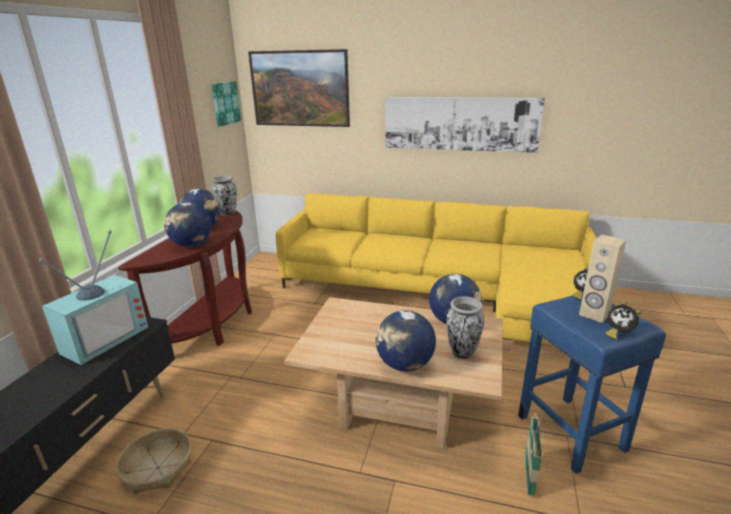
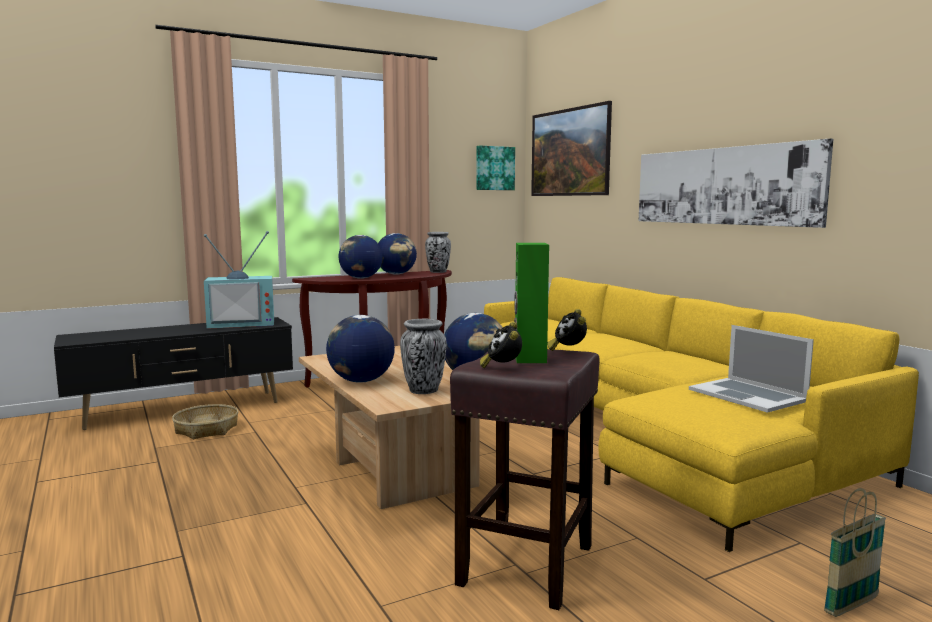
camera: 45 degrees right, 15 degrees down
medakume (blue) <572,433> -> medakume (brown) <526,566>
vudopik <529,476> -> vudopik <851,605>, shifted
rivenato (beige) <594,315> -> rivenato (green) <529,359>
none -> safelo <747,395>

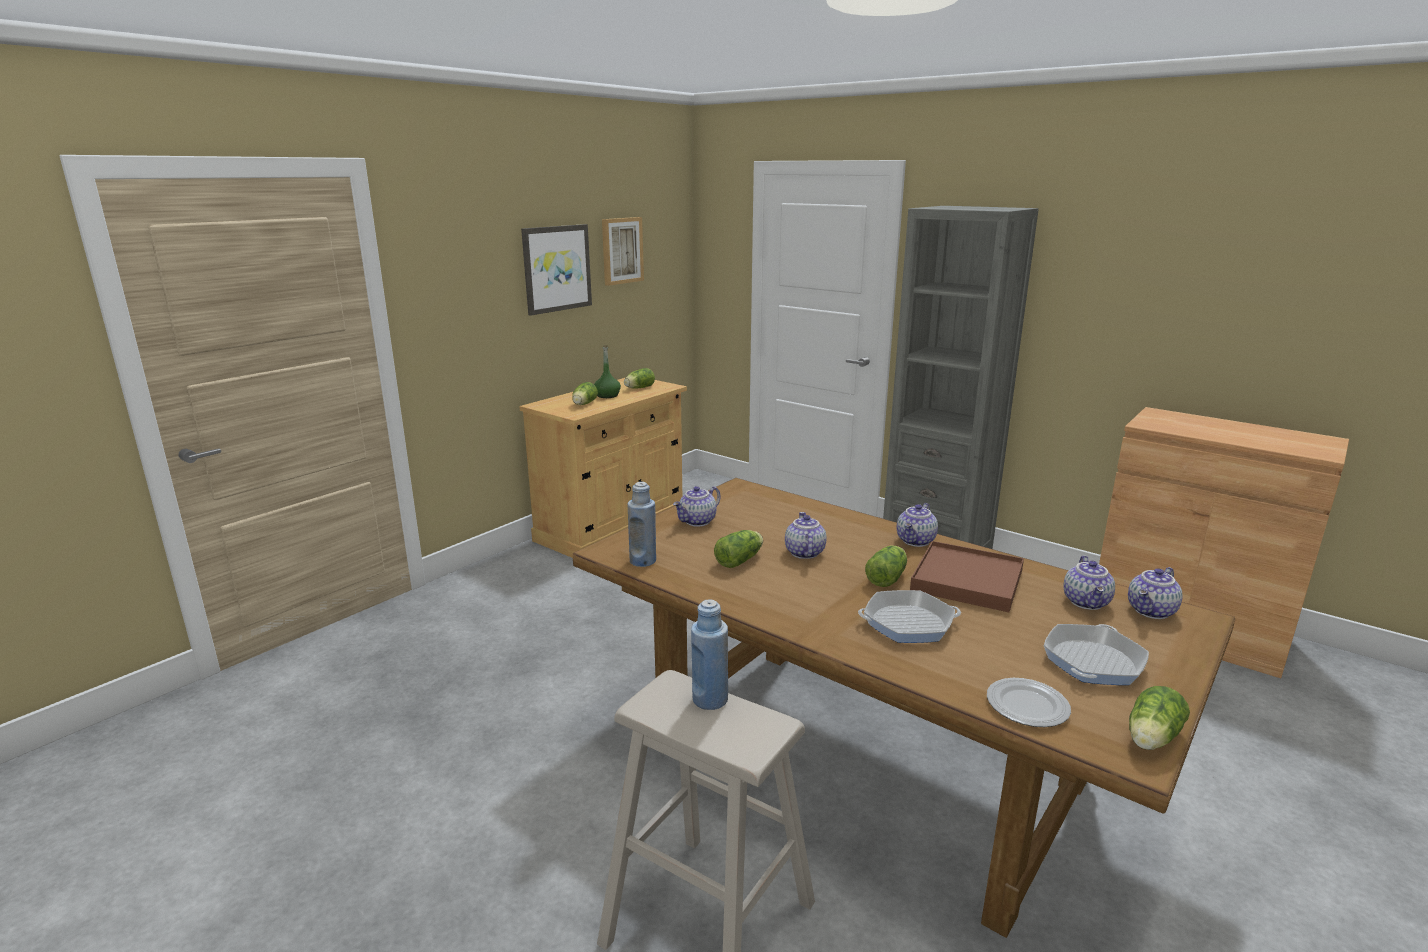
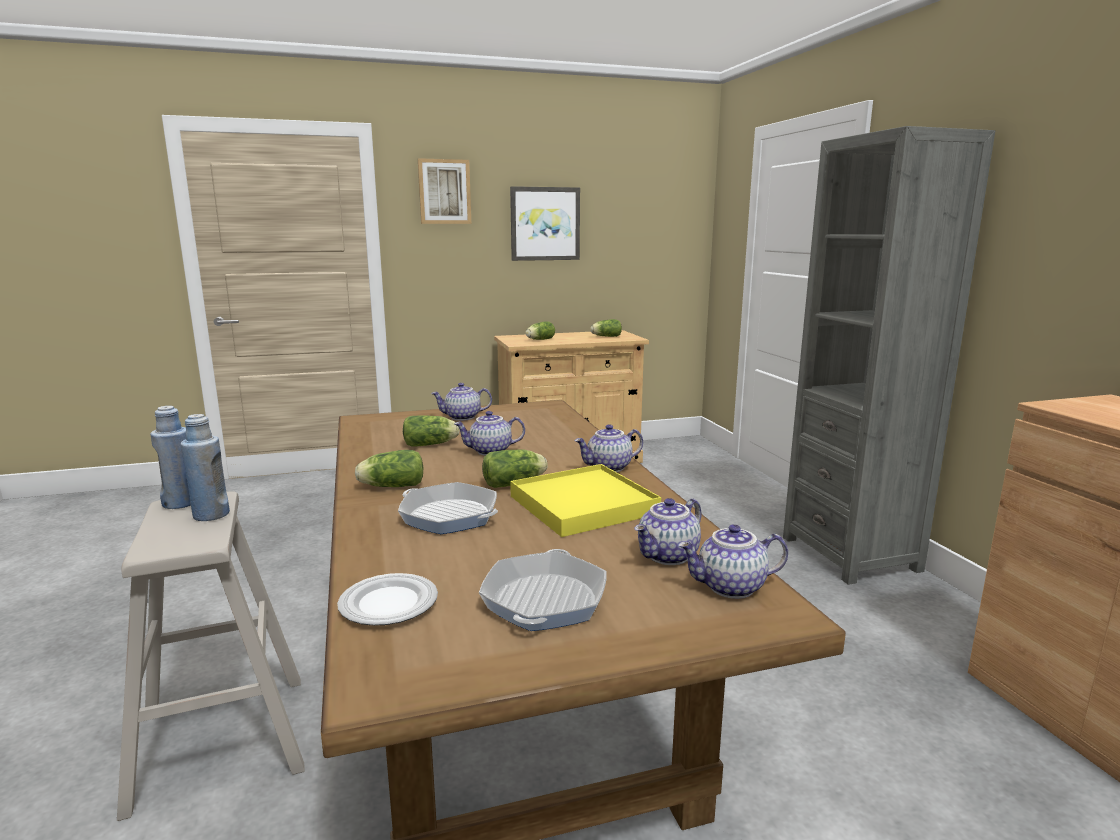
camera: 35 degrees right, 5 degrees down
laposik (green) <607,395> -> none
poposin <621,250> -> poposin <444,192>, shifted
laposik (blue) <643,561> -> laposik (blue) <180,503>, shifted
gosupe <803,552> -> gosupe <490,451>, 135 degrees counterclockwise
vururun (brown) <967,580> -> vururun (yellow) <583,505>
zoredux <1093,662> -> zoredux <544,600>, 60 degrees counterclockwise
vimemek <1151,739> -> vimemek <390,486>, shifted

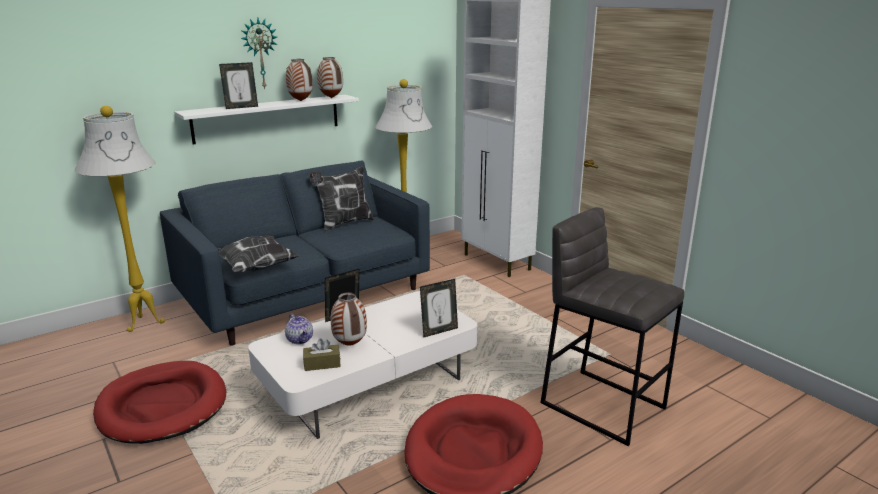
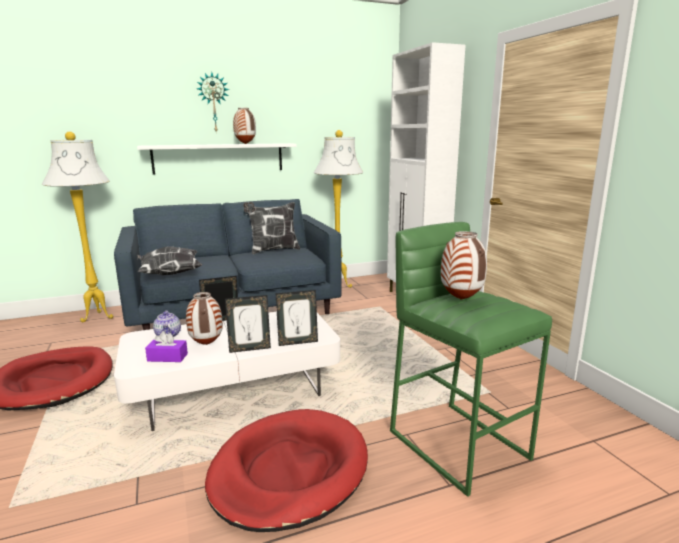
camera: 15 degrees right, 5 degrees down
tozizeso <241,107> -> tozizeso <250,349>, shifted
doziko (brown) <322,364> -> doziko (purple) <167,357>
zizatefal <331,98> -> zizatefal <462,299>, shifted
medakume (grey) <602,404> -> medakume (green) <458,443>

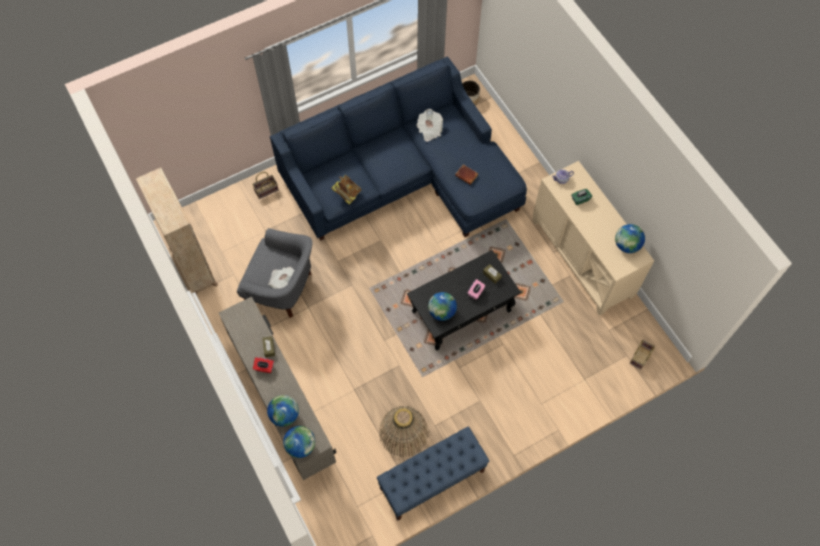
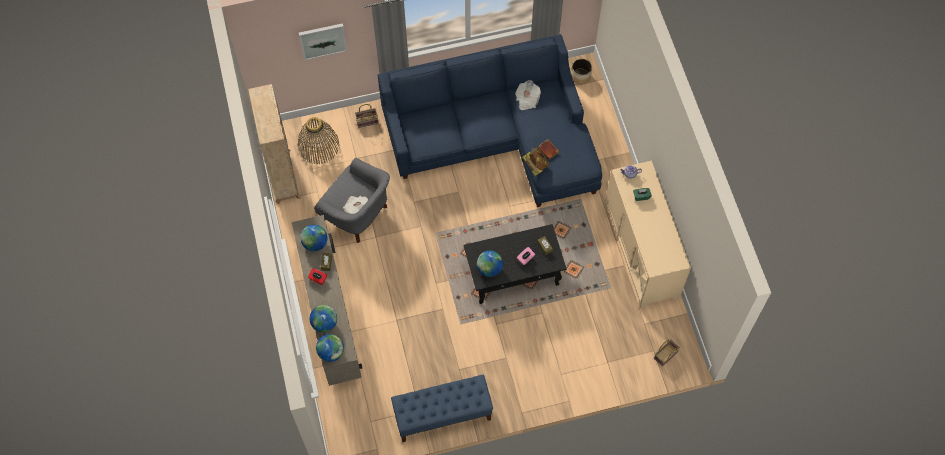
camera: 15 degrees right, 0 degrees up
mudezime <347,194> -> mudezime <535,165>, shifted
vudopik <403,433> -> vudopik <318,146>, shifted
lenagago <627,245> -> lenagago <315,243>, shifted
none -> poposin <323,40>

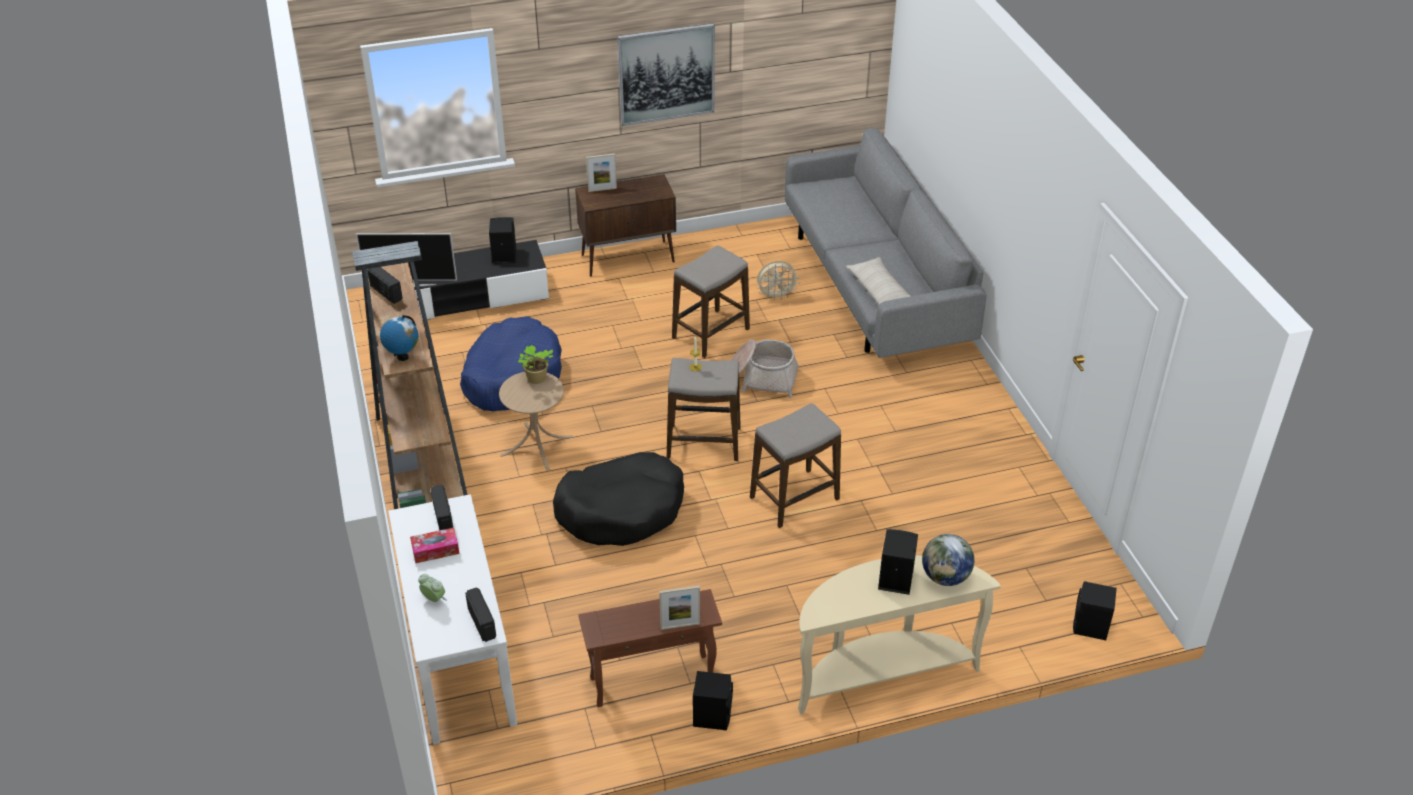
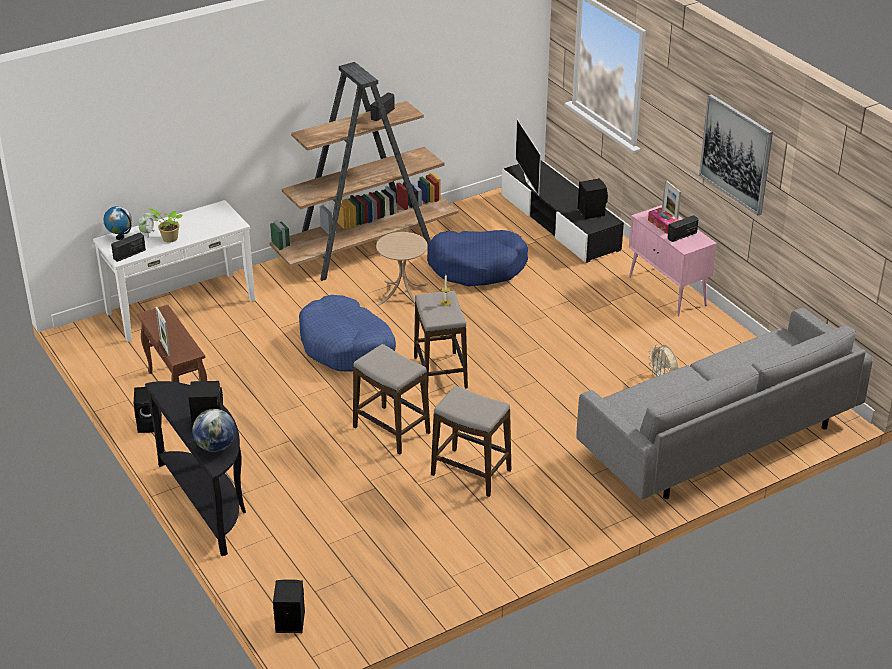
camera: 75 degrees right, 5 degrees down
lenagago <402,357> -> lenagago <120,237>, shifted
doziko <435,550> -> doziko <663,224>, shifted
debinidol <443,518> -> debinidol <682,236>, shifted
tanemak <536,379> -> tanemak <169,238>, shifted
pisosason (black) <621,510> -> pisosason (blue) <346,346>
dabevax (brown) <629,258> -> dabevax (pink) <667,291>
medakume <711,334> -> medakume <471,473>, shifted
vudopik <761,378> -> none
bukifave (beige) <881,672> -> bukifave (black) <209,502>
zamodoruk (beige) <880,291> -> none

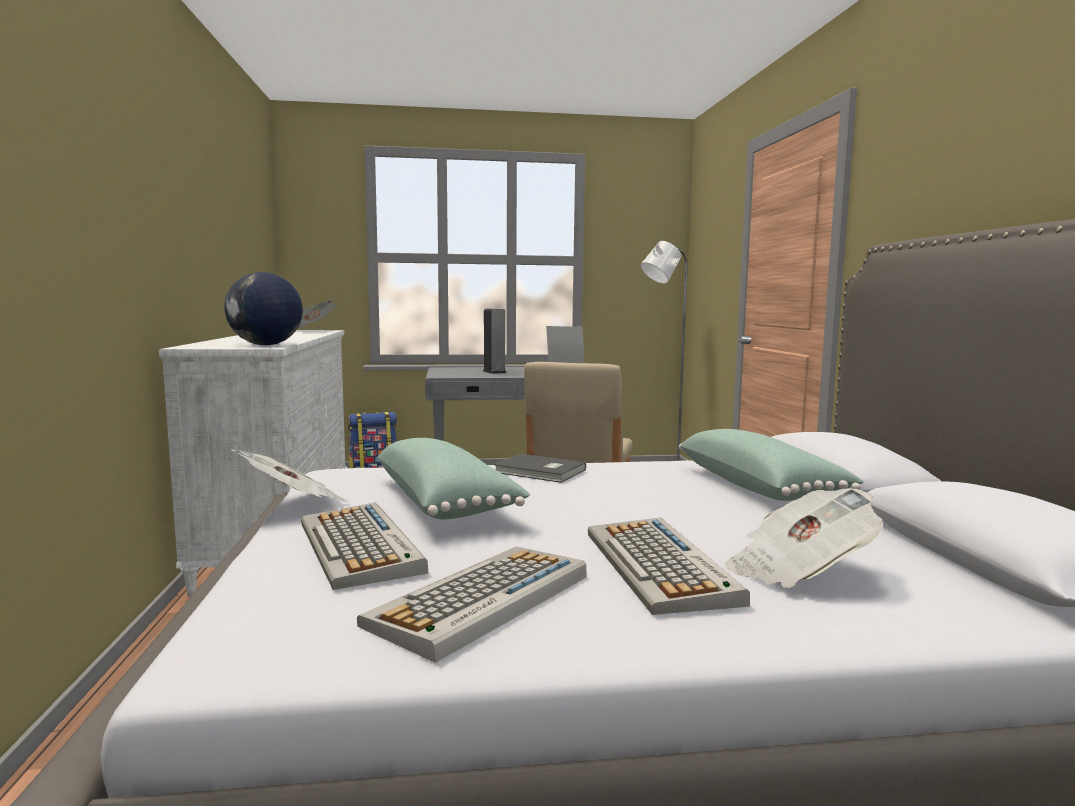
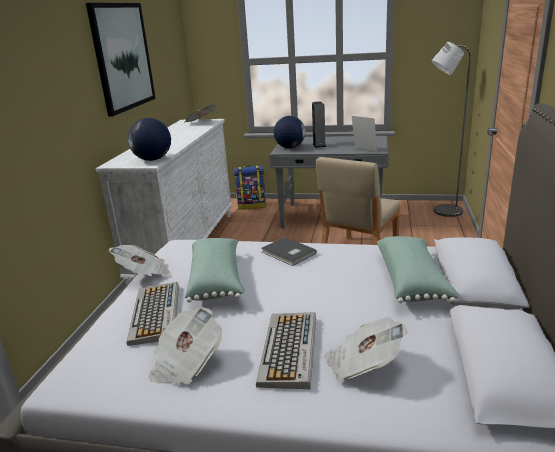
camera: 20 degrees right, 15 degrees up
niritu <481,601> -> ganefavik <186,363>
none -> poposin <122,57>
none -> lenagago <290,147>

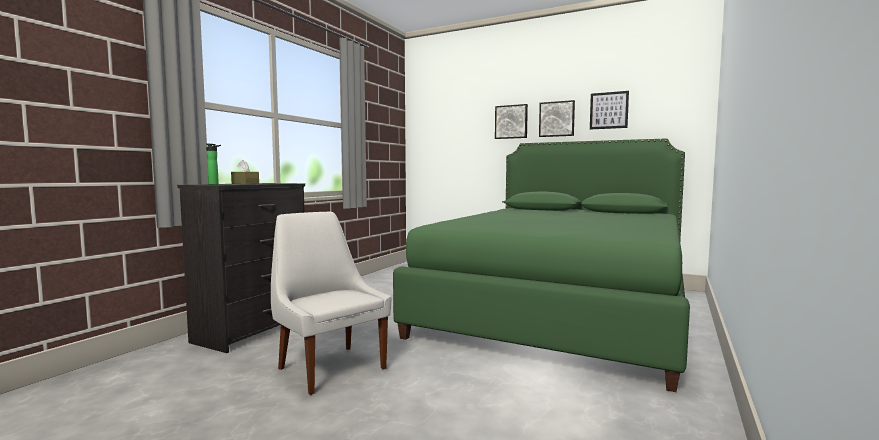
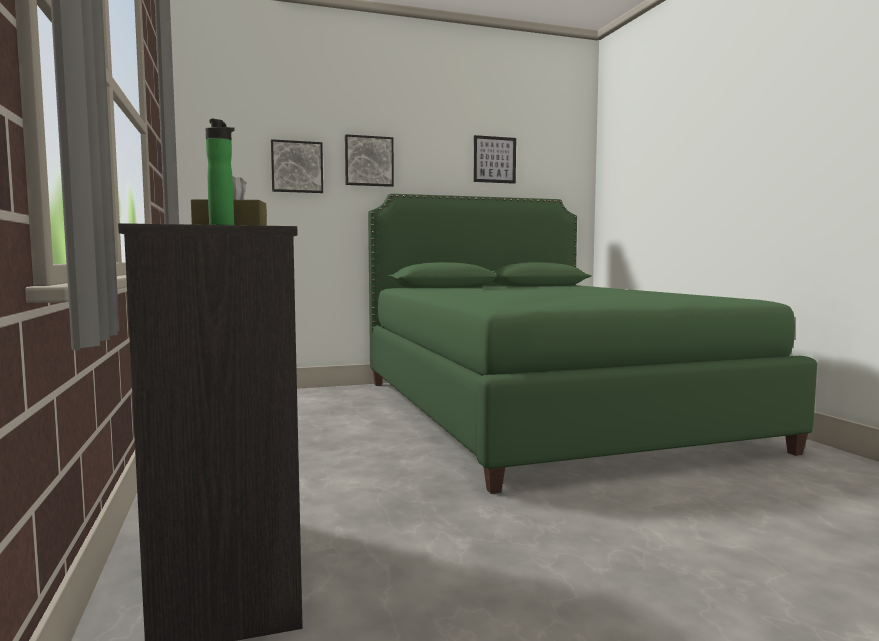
camera: 45 degrees left, 0 degrees up
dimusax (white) <330,367> -> none
poposin <557,119> -> poposin <297,167>, shifted

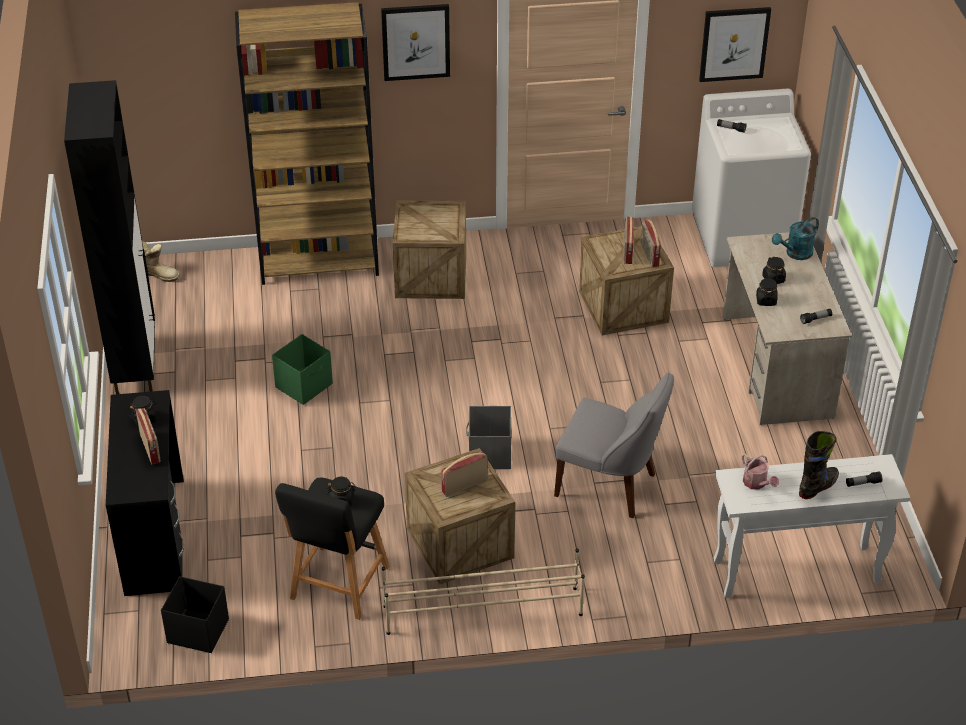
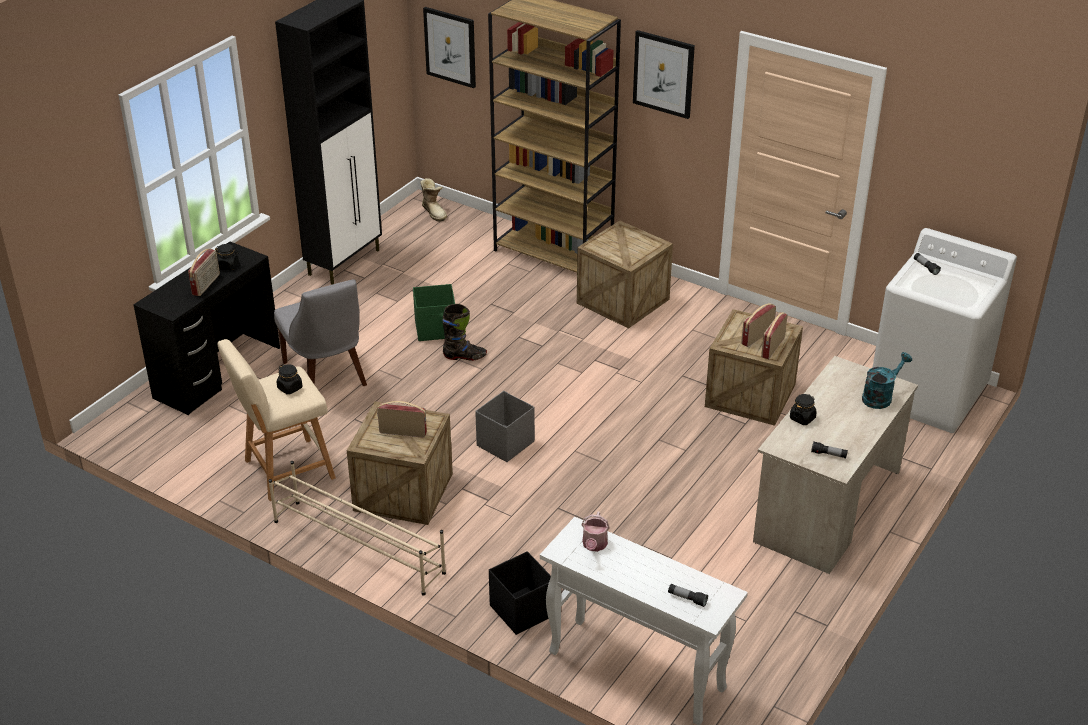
camera: 40 degrees right, 5 degrees down
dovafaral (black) <197,631> -> dovafaral (black) <521,610>, shifted
medakume (black) <337,586> -> medakume (beige) <285,471>
dimusax (grey) <610,486> -> dimusax (grey) <326,376>, shifted
poposin <734,44> -> poposin <450,47>, shifted
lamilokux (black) <773,279> -> none
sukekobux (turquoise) <795,254> -> sukekobux (turquoise) <880,397>, 135 degrees clockwise
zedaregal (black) <818,487> -> zedaregal (black) <465,356>, shifted

